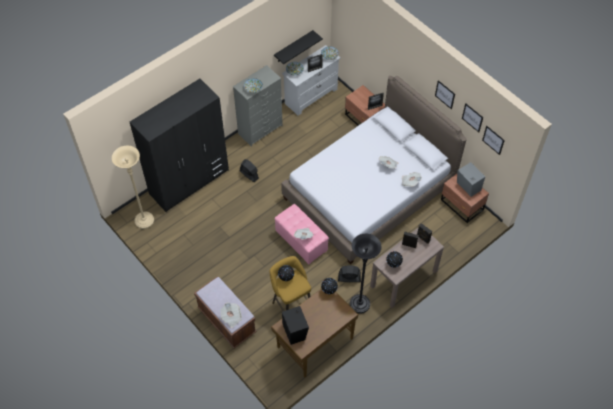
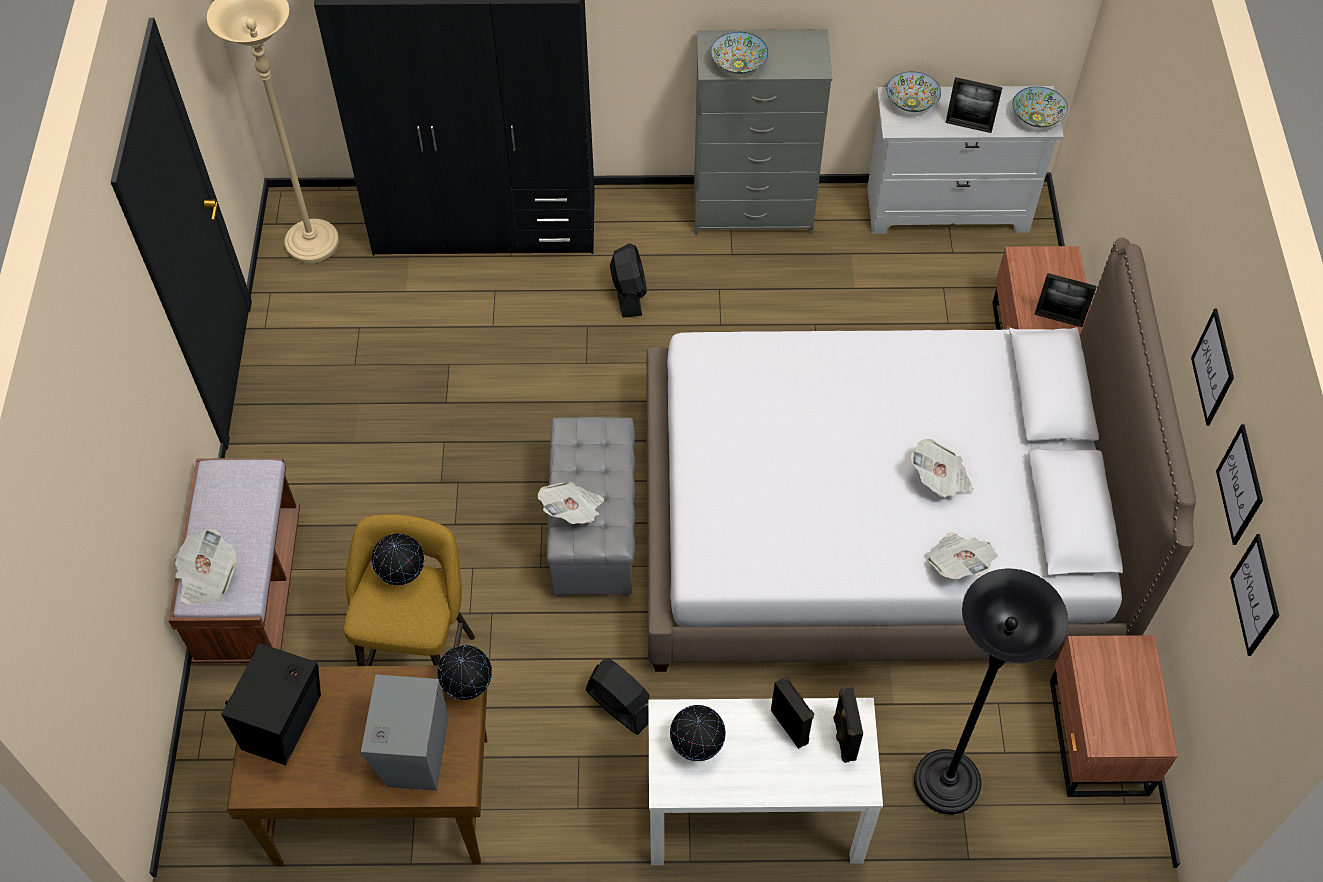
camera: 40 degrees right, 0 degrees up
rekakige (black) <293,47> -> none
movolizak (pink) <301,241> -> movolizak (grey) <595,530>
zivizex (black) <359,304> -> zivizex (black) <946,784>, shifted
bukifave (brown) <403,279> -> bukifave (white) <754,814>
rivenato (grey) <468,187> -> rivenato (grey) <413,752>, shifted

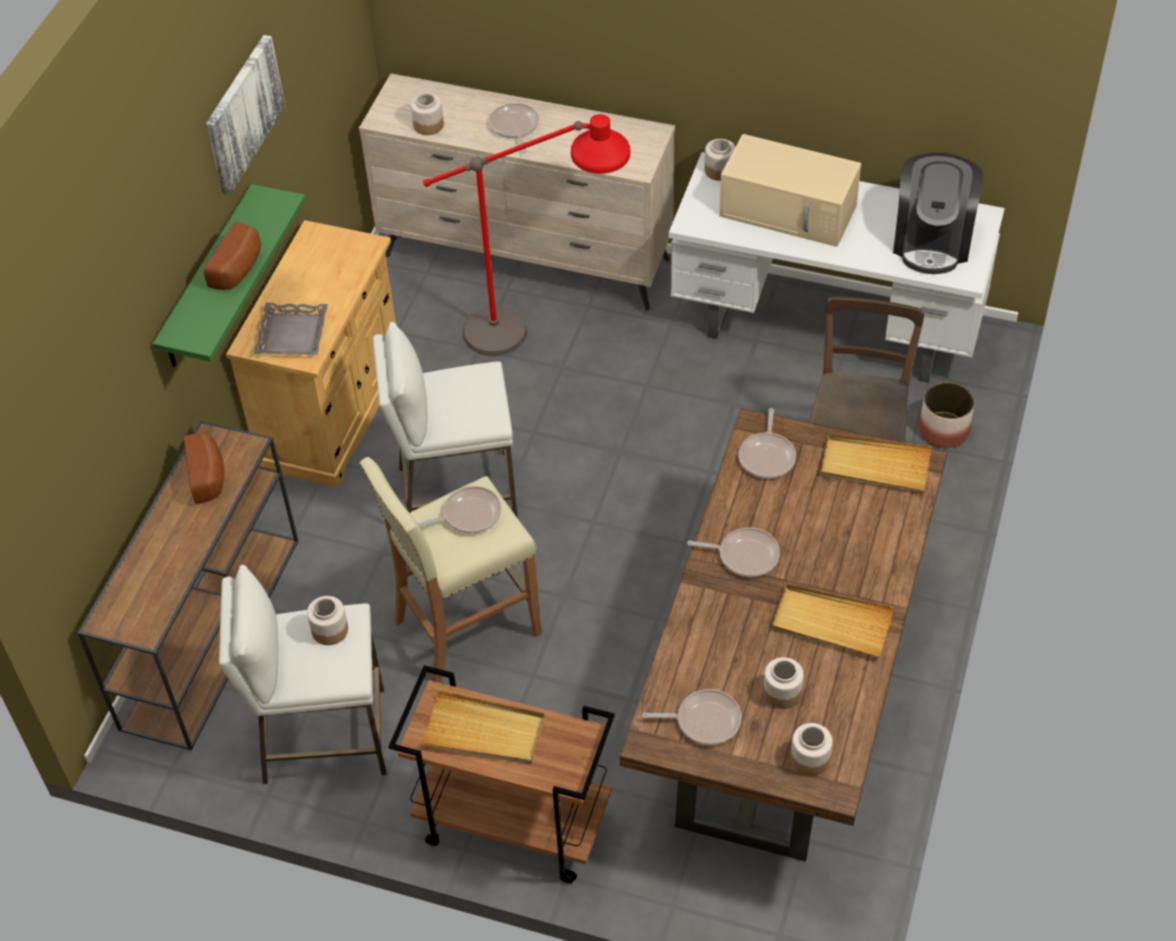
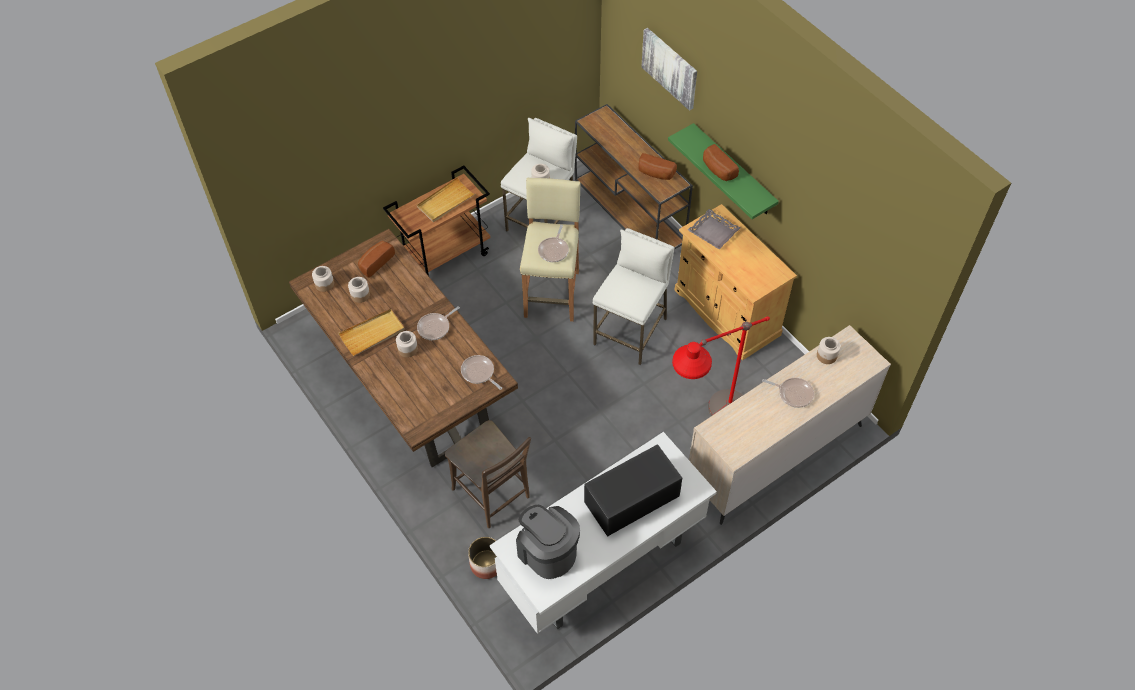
camera: 125 degrees right, 5 degrees up
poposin <242,113> -> poposin <670,68>, shifted
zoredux <704,720> -> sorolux <375,262>
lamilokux <720,170> -> lamilokux <408,349>, shifted
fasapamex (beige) <790,211> -> fasapamex (black) <630,500>
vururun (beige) <874,466> -> none

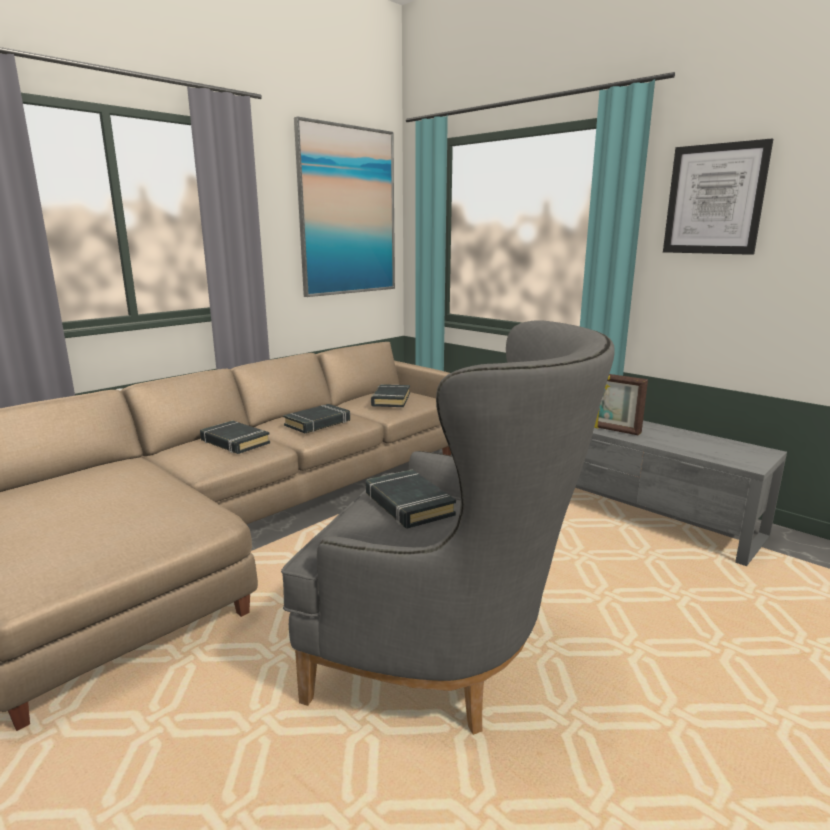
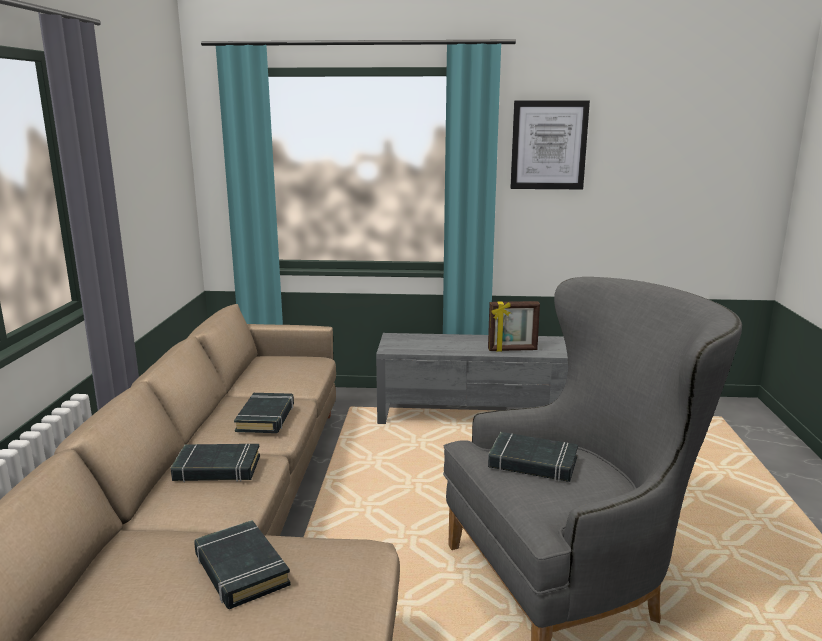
camera: 40 degrees left, 0 degrees up
poposin <347,212> -> none
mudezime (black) <390,400> -> mudezime (black) <240,570>, shifted

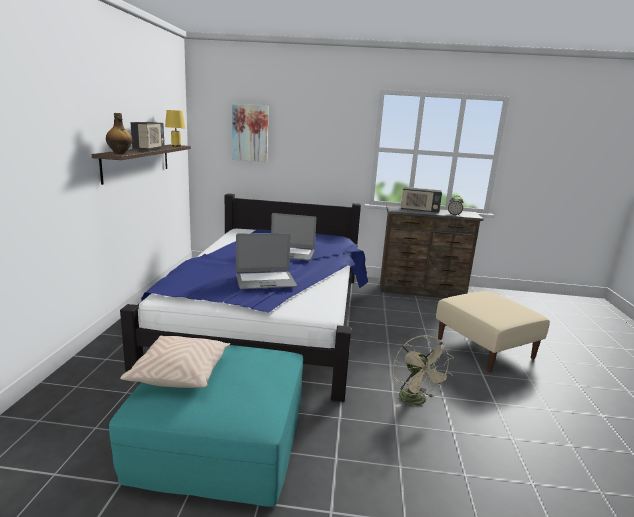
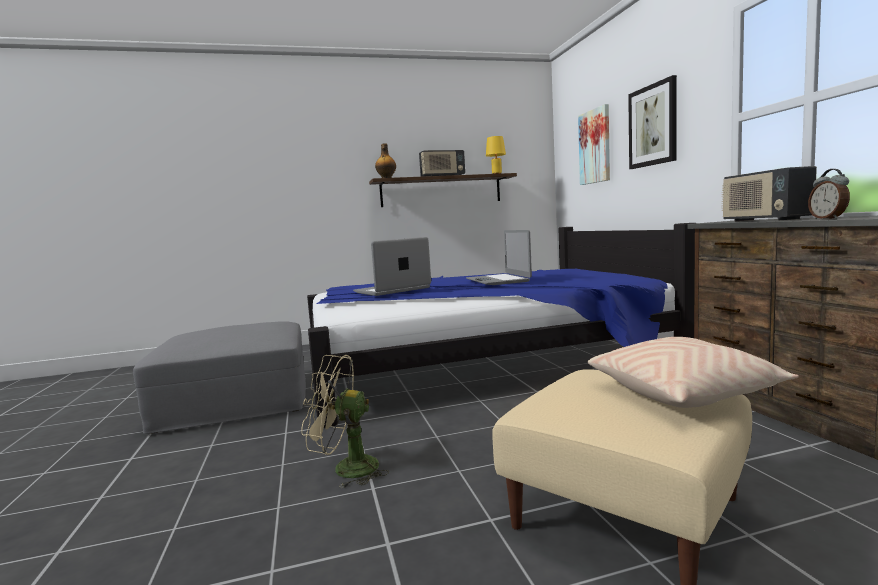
camera: 70 degrees right, 10 degrees down
movolizak (turquoise) <220,439> -> movolizak (grey) <237,399>
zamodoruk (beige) <180,373> -> zamodoruk (beige) <683,393>, shifted
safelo <265,281> -> safelo <392,290>, 90 degrees clockwise
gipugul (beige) <416,401> -> gipugul (beige) <346,469>, 45 degrees clockwise
none -> poposin <653,125>

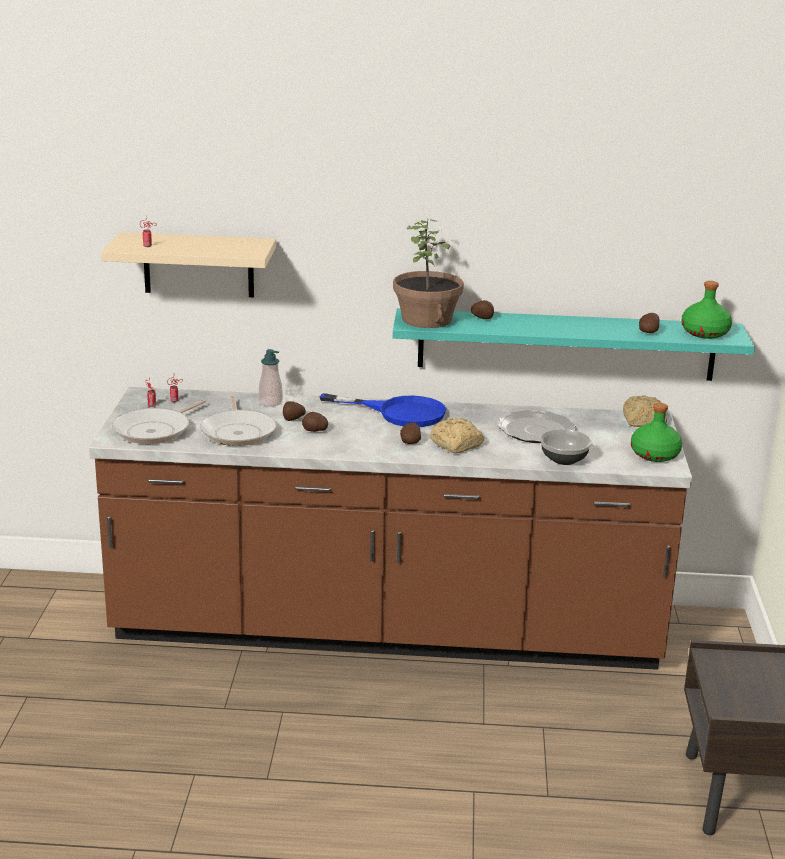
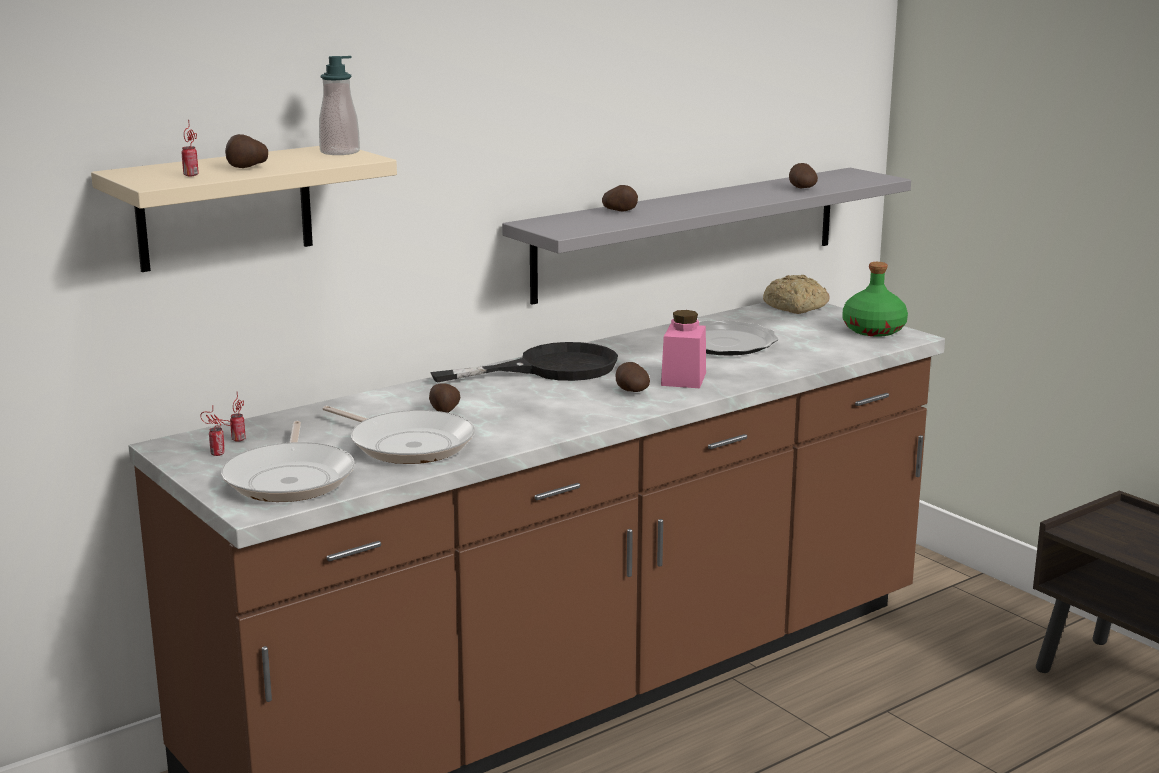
camera: 40 degrees left, 5 degrees down
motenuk <270,402> -> motenuk <340,152>, shifted
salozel <315,431> -> salozel <247,167>, shifted
zoredux (blue) <399,413> -> zoredux (black) <550,368>
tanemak <427,319> -> none
rekakige (turquoise) <566,344> -> rekakige (grey) <690,232>
sorolux <456,445> -> lamilokux (pink) <683,379>
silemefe <563,460> -> none
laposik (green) <704,333> -> none

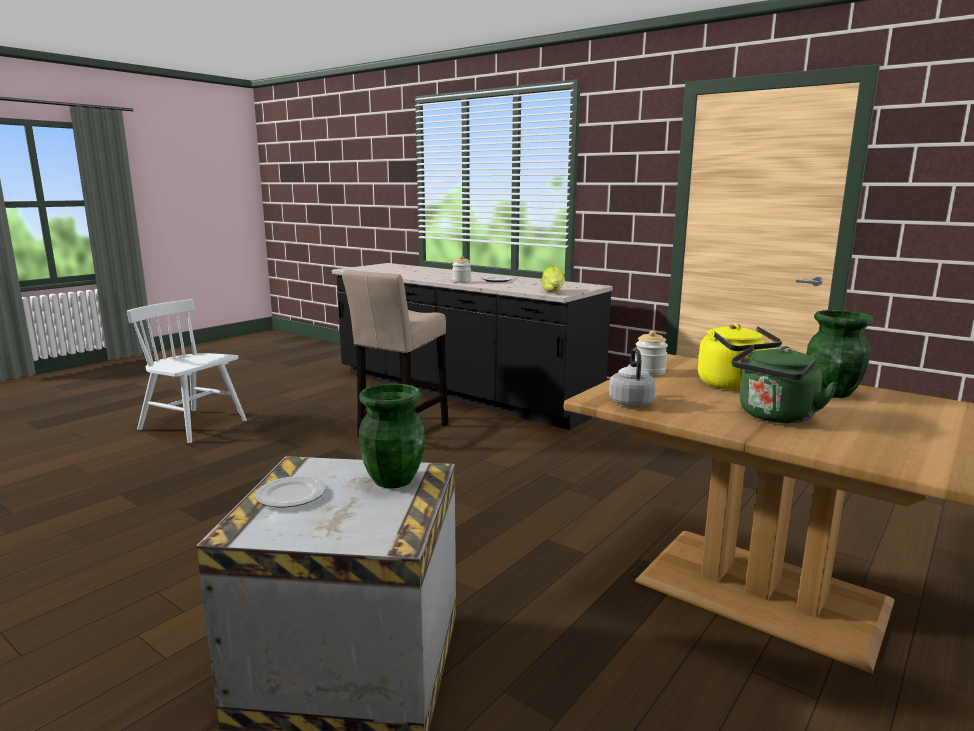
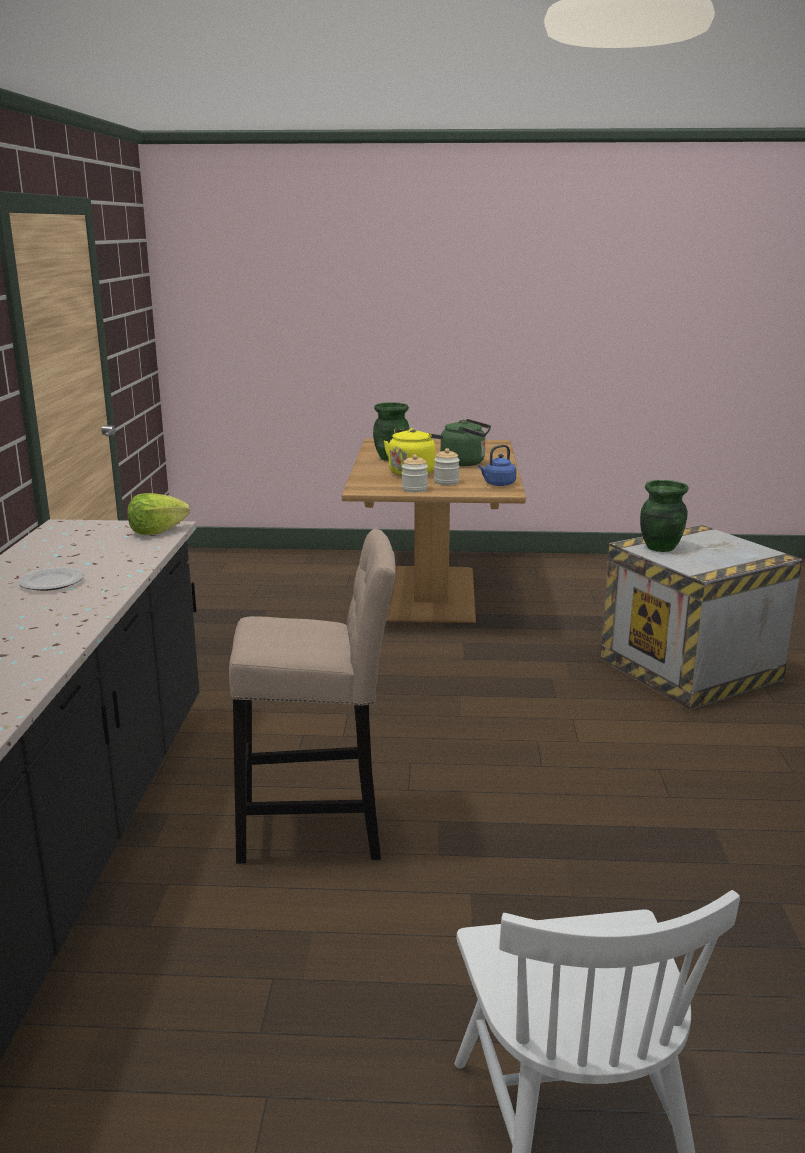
camera: 125 degrees left, 5 degrees up
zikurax <291,496> -> none
lamilokux <461,281> -> lamilokux <446,482>, shifted
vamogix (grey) <630,402> -> vamogix (blue) <498,484>

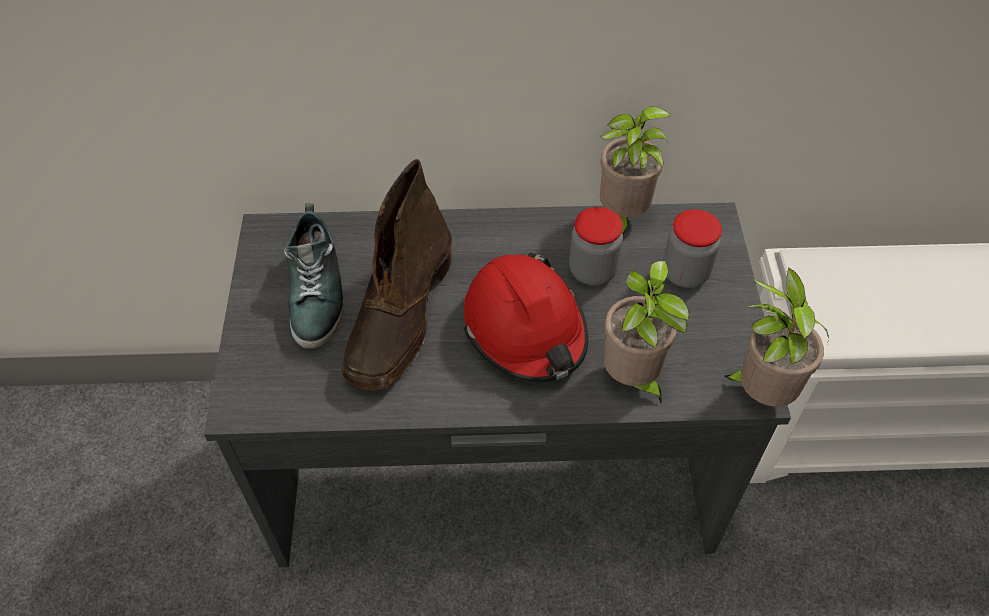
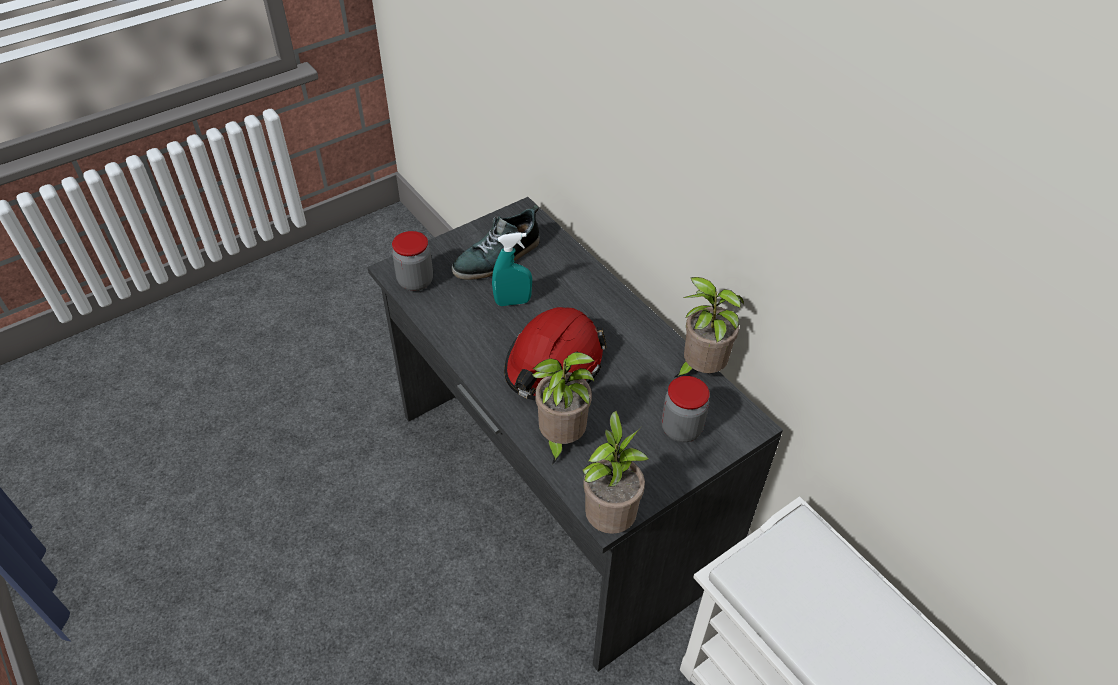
camera: 55 degrees right, 5 degrees down
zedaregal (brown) <400,316> -> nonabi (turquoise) <512,302>
lamilokux <592,271> -> lamilokux <415,281>, shifted

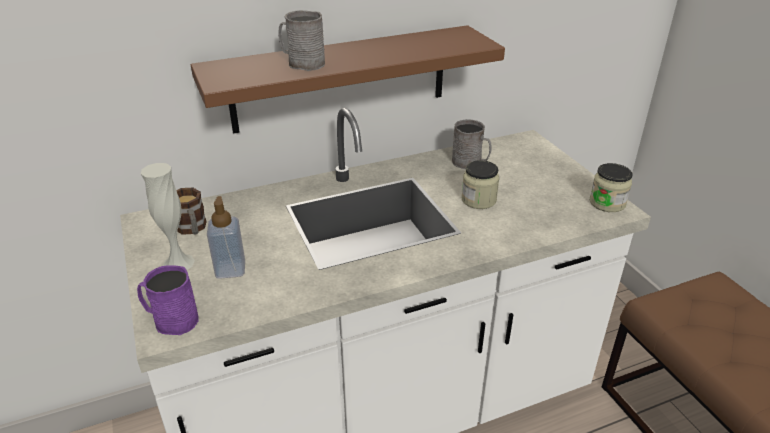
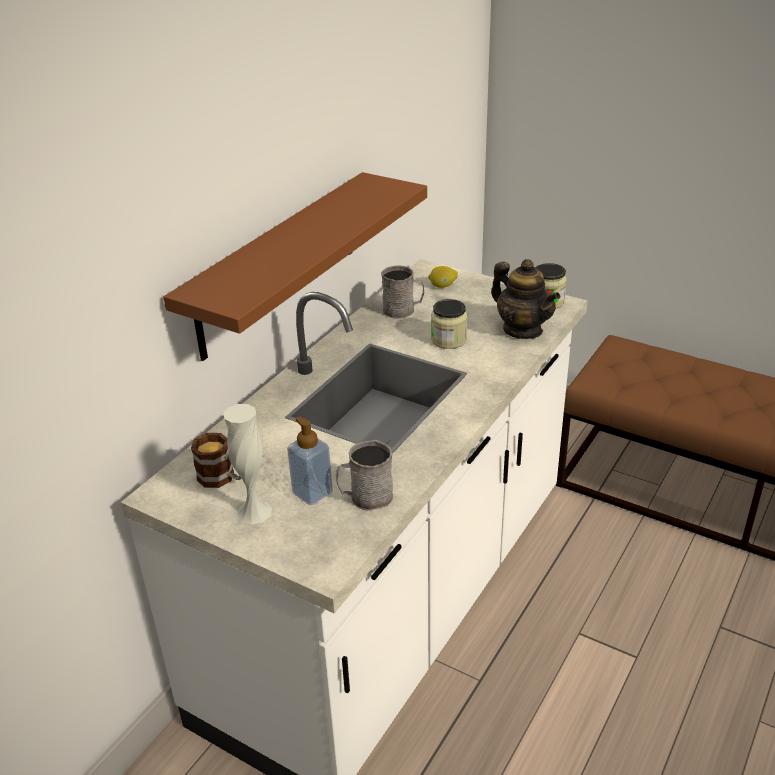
camera: 35 degrees left, 0 degrees up
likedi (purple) <171,320> -> none
likedi (grey) <302,63> -> likedi (grey) <365,497>, shifted
none -> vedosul <442,286>
none -> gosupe <522,330>

